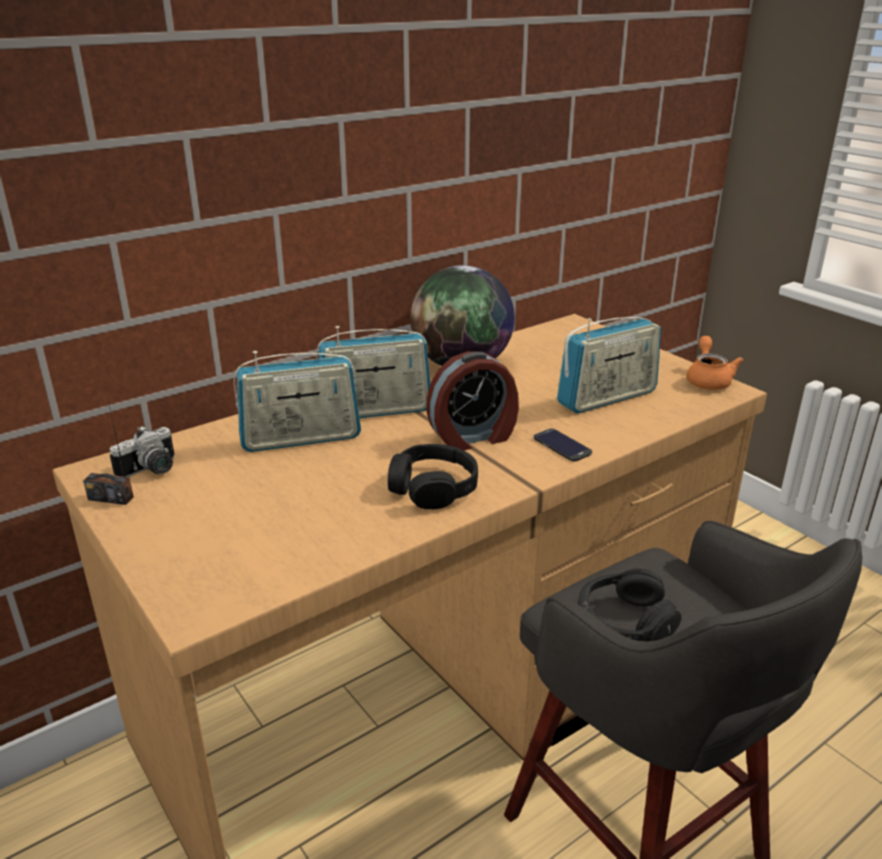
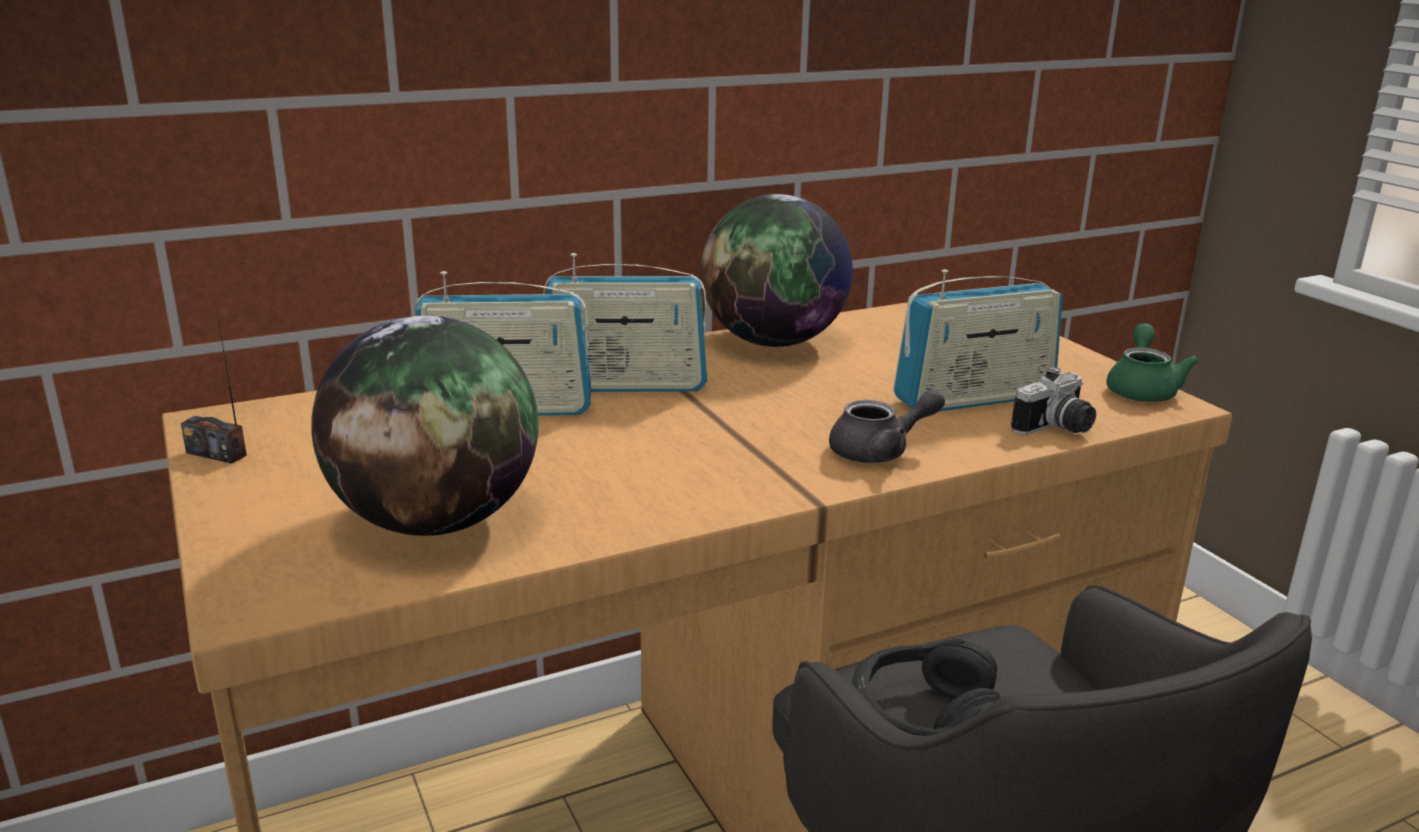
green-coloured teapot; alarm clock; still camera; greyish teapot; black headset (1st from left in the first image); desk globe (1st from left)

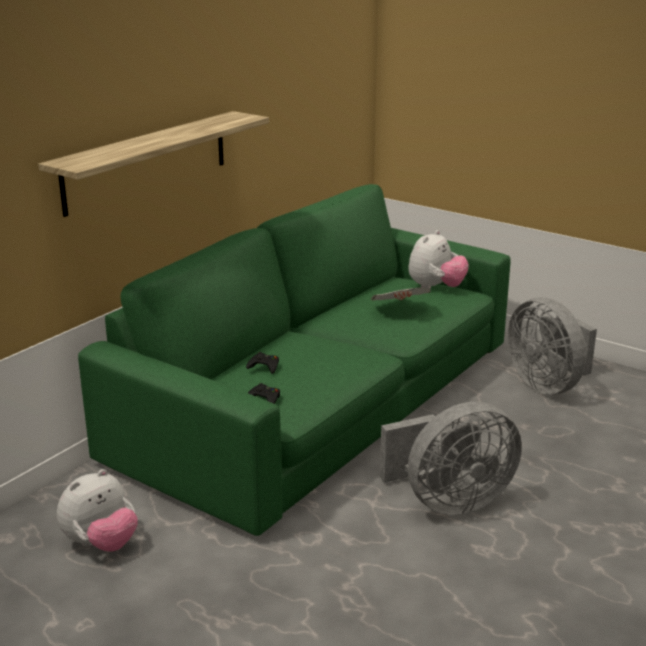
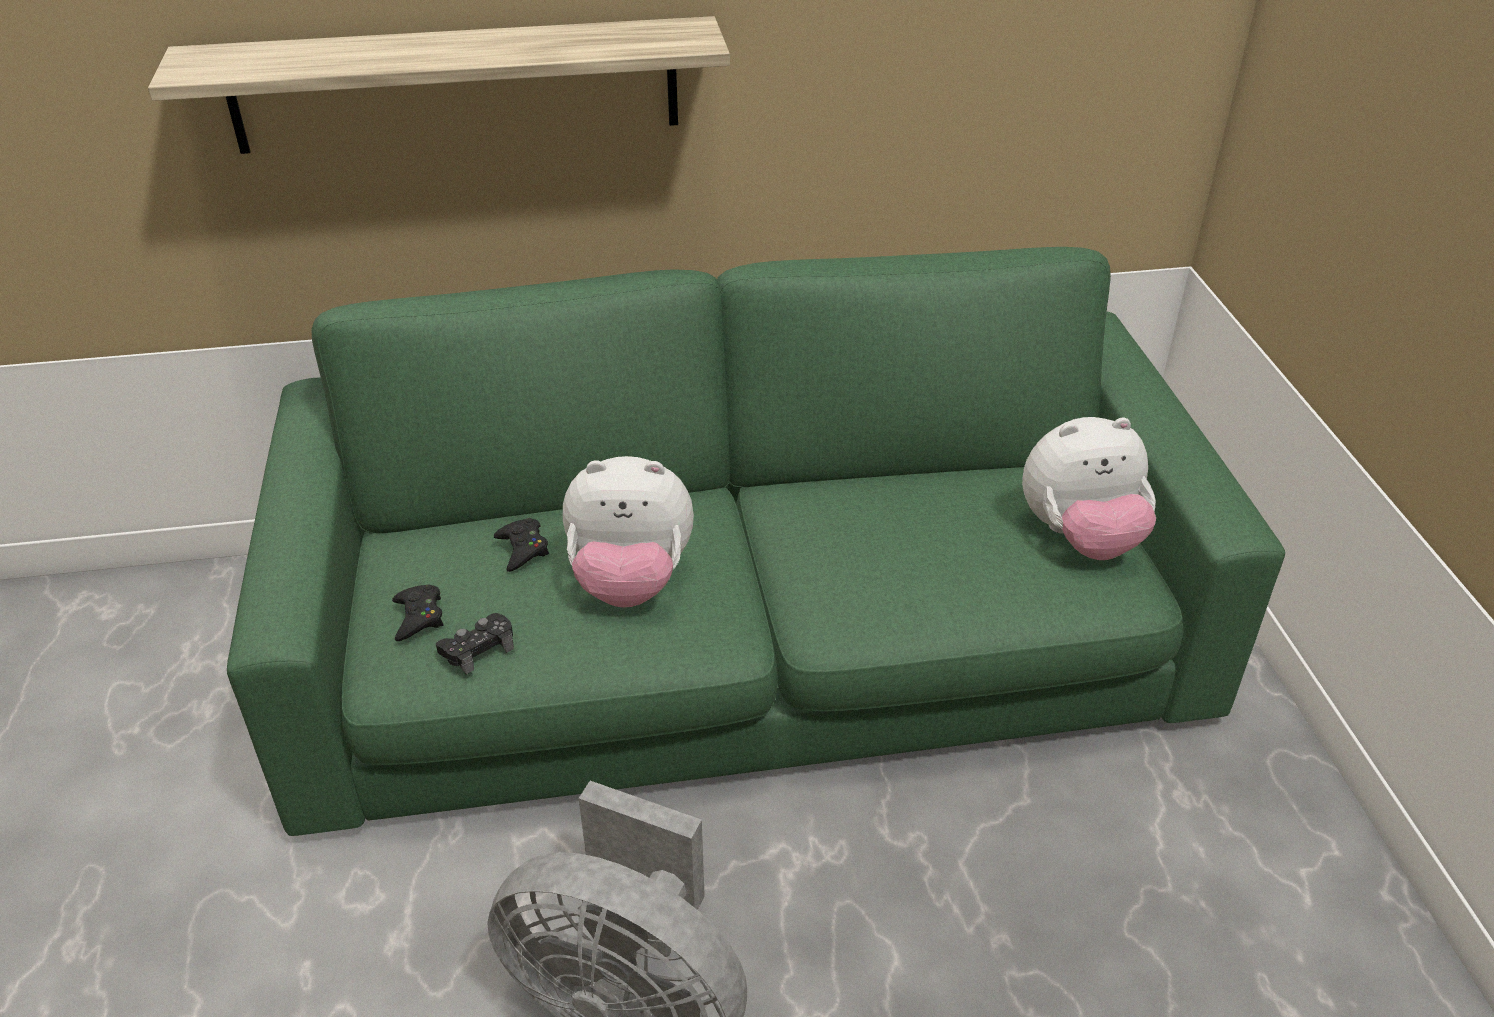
daily paper; greyish electric fan (2nd from left in the first image); soft toy (1st from left); black gamepad (2nd from left)

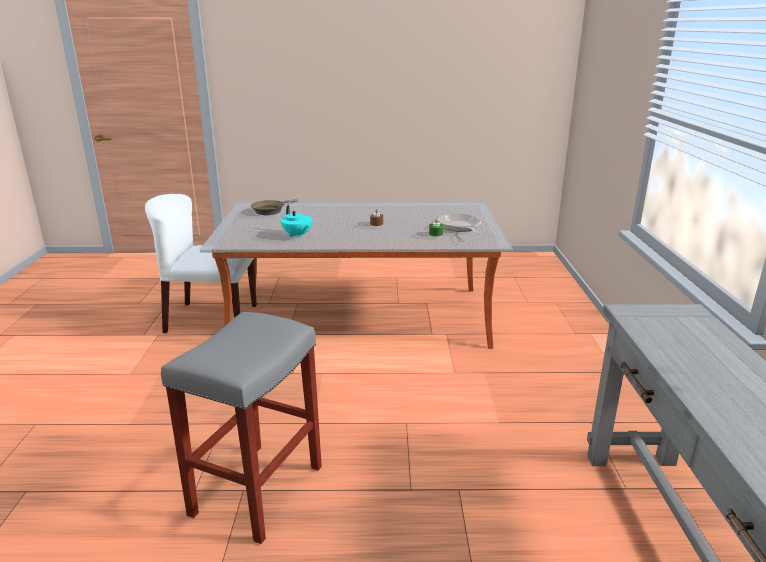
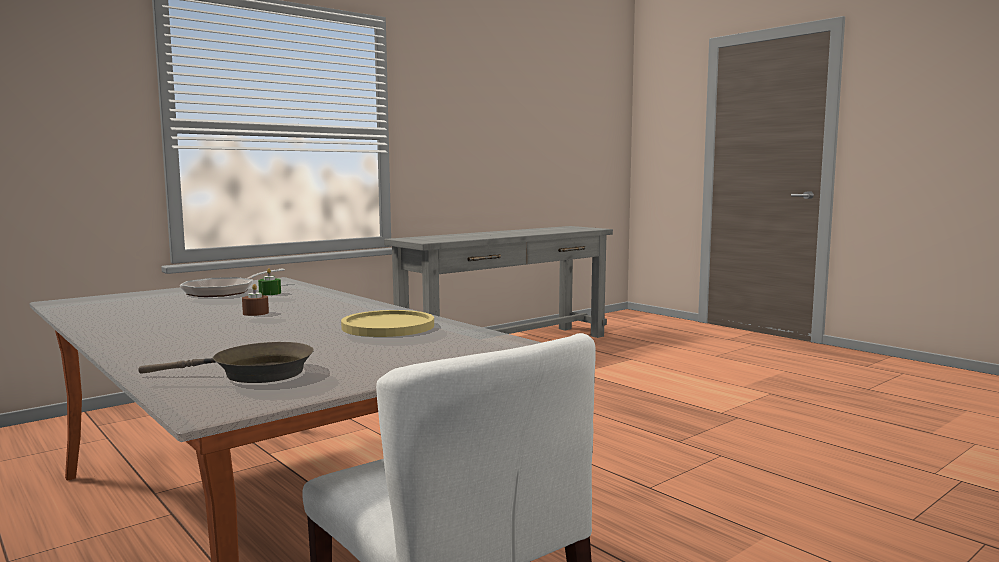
yellow-coloured plate; greyish stool

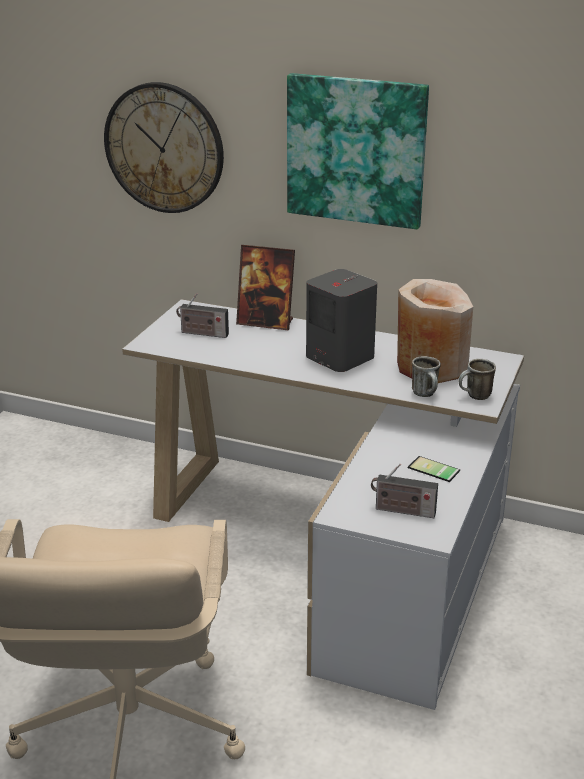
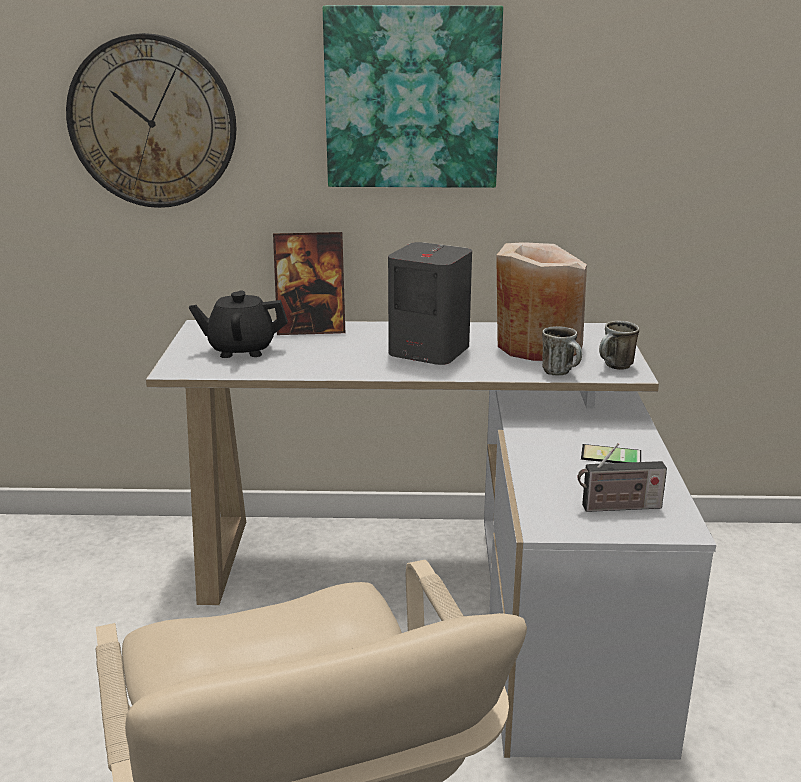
black teapot

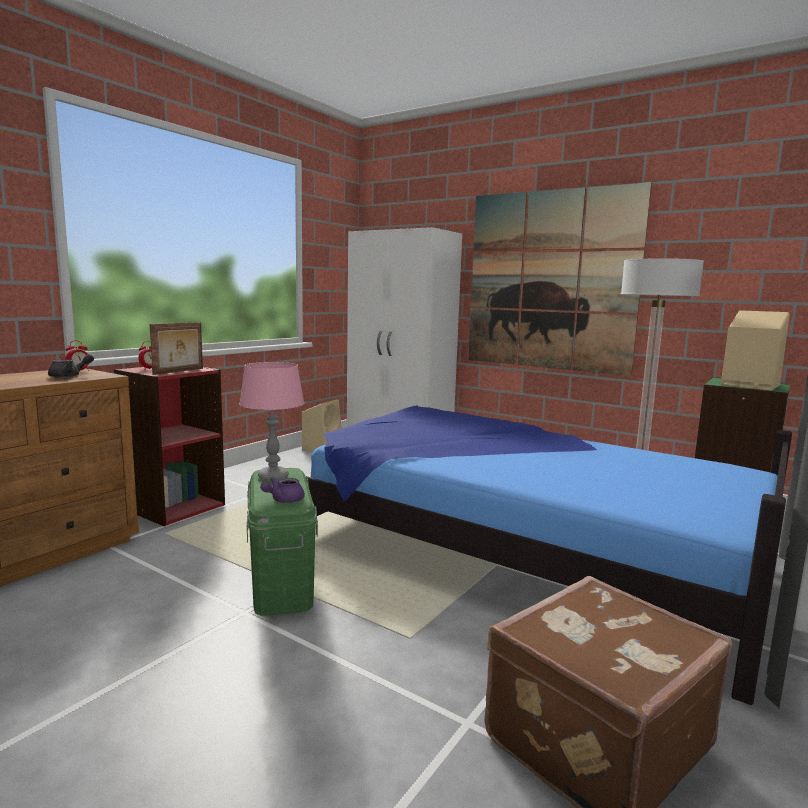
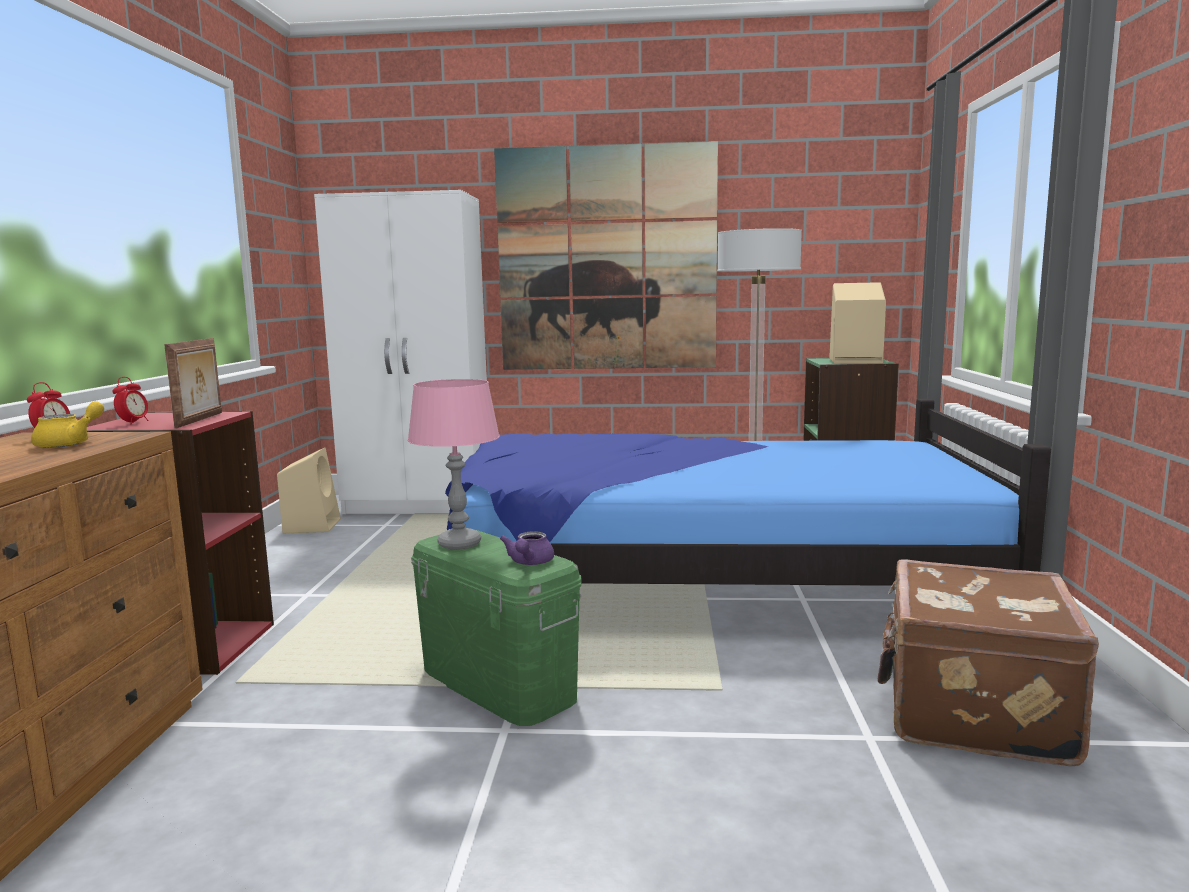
yellow-coloured teapot

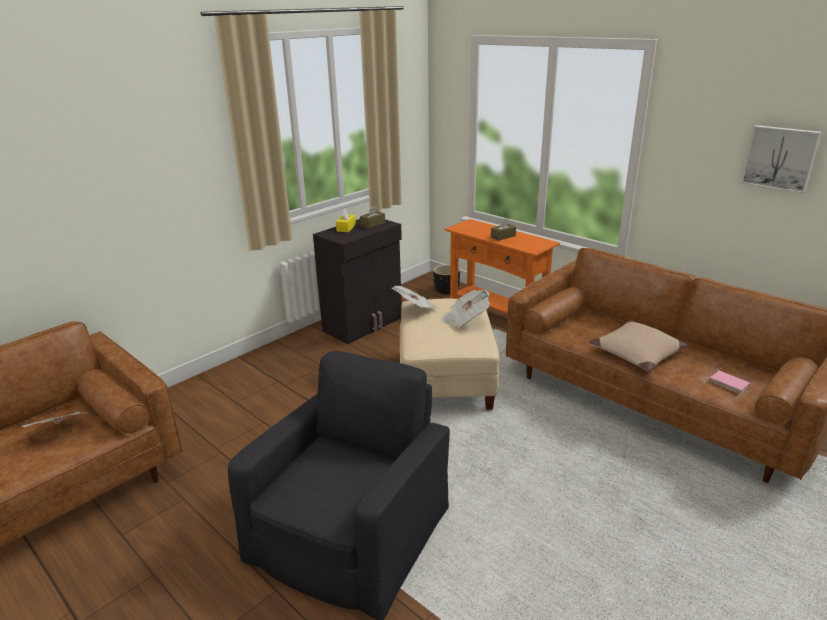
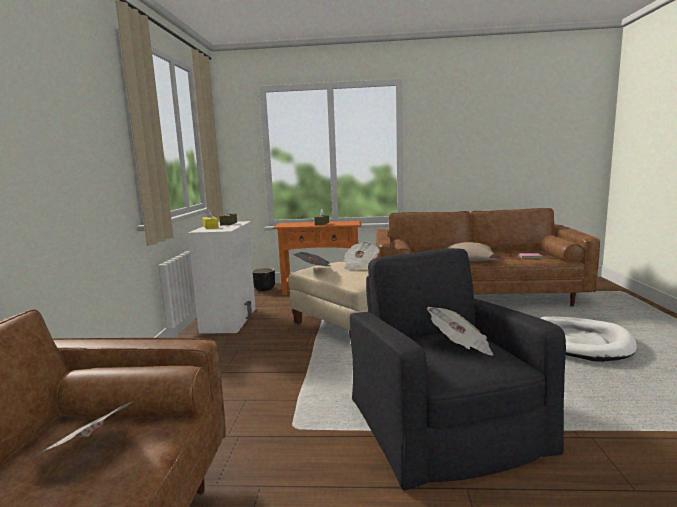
wall art; whitish cupboard; daily paper (4th from left); whitish dog cushion

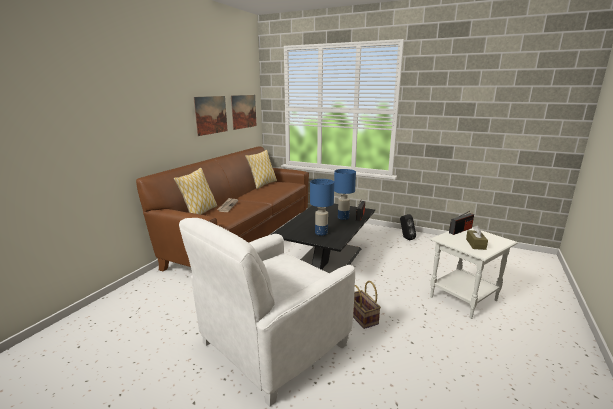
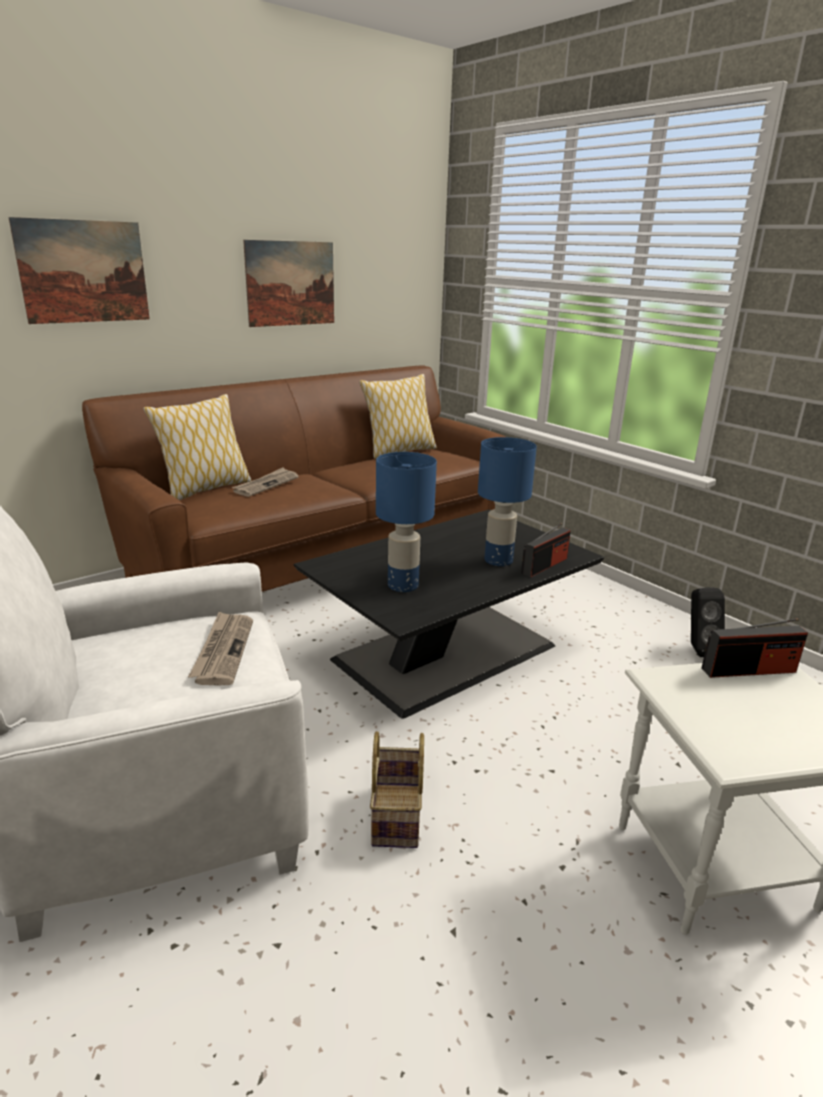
wall art (1st from left); brown tissue box; daily paper (1st from left)

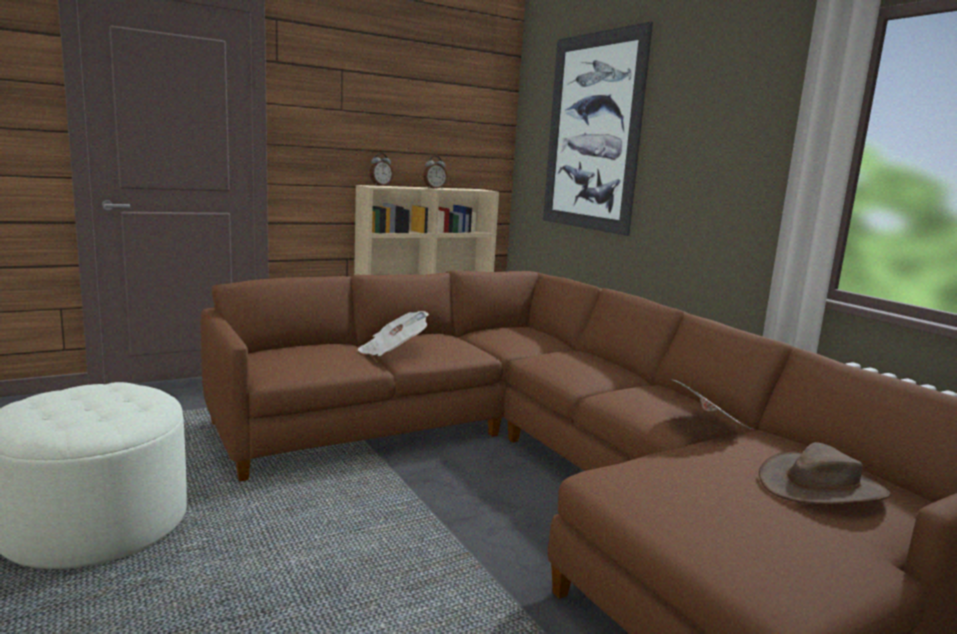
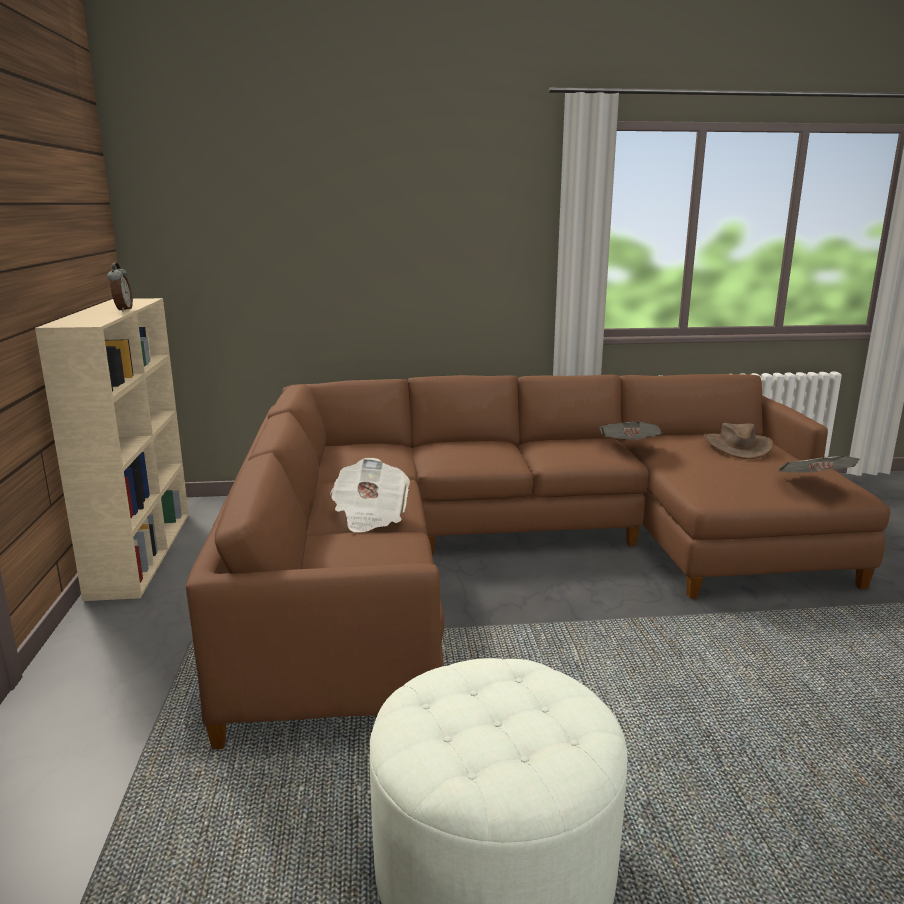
wall art; alarm clock (1st from left in the first image); daily paper (3rd from left)

